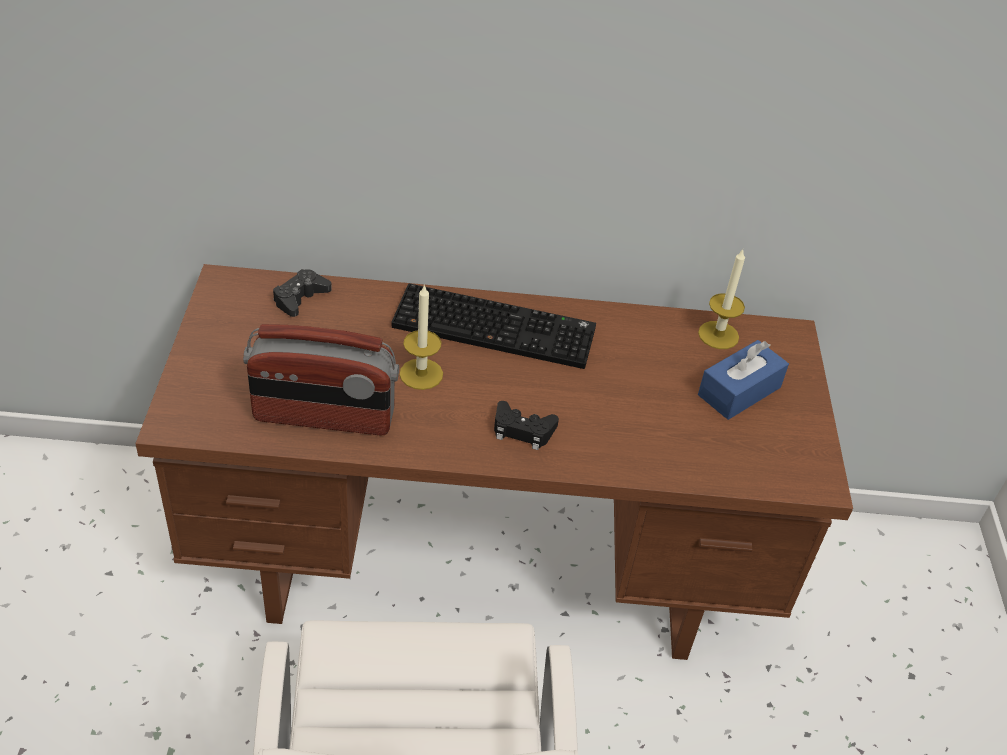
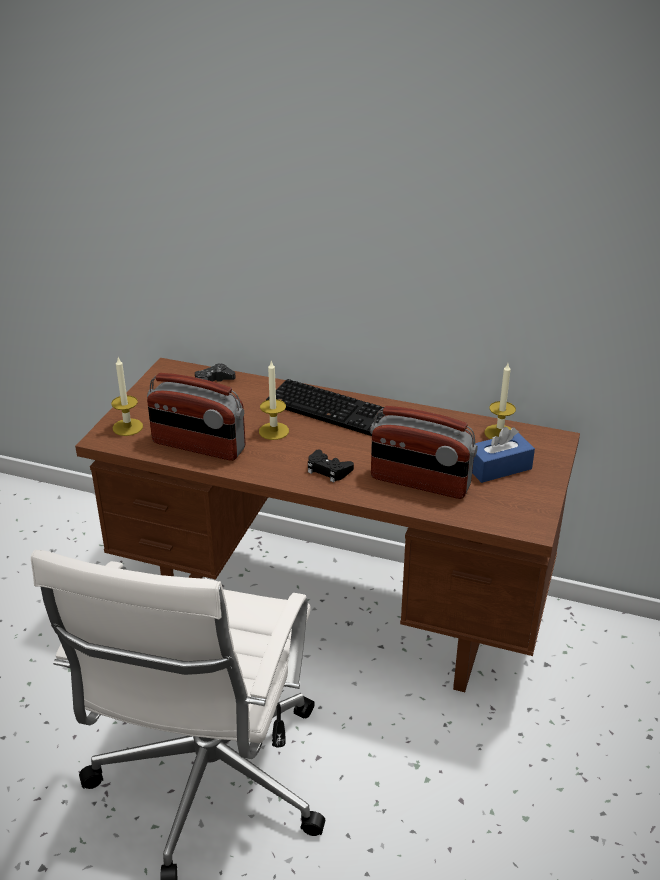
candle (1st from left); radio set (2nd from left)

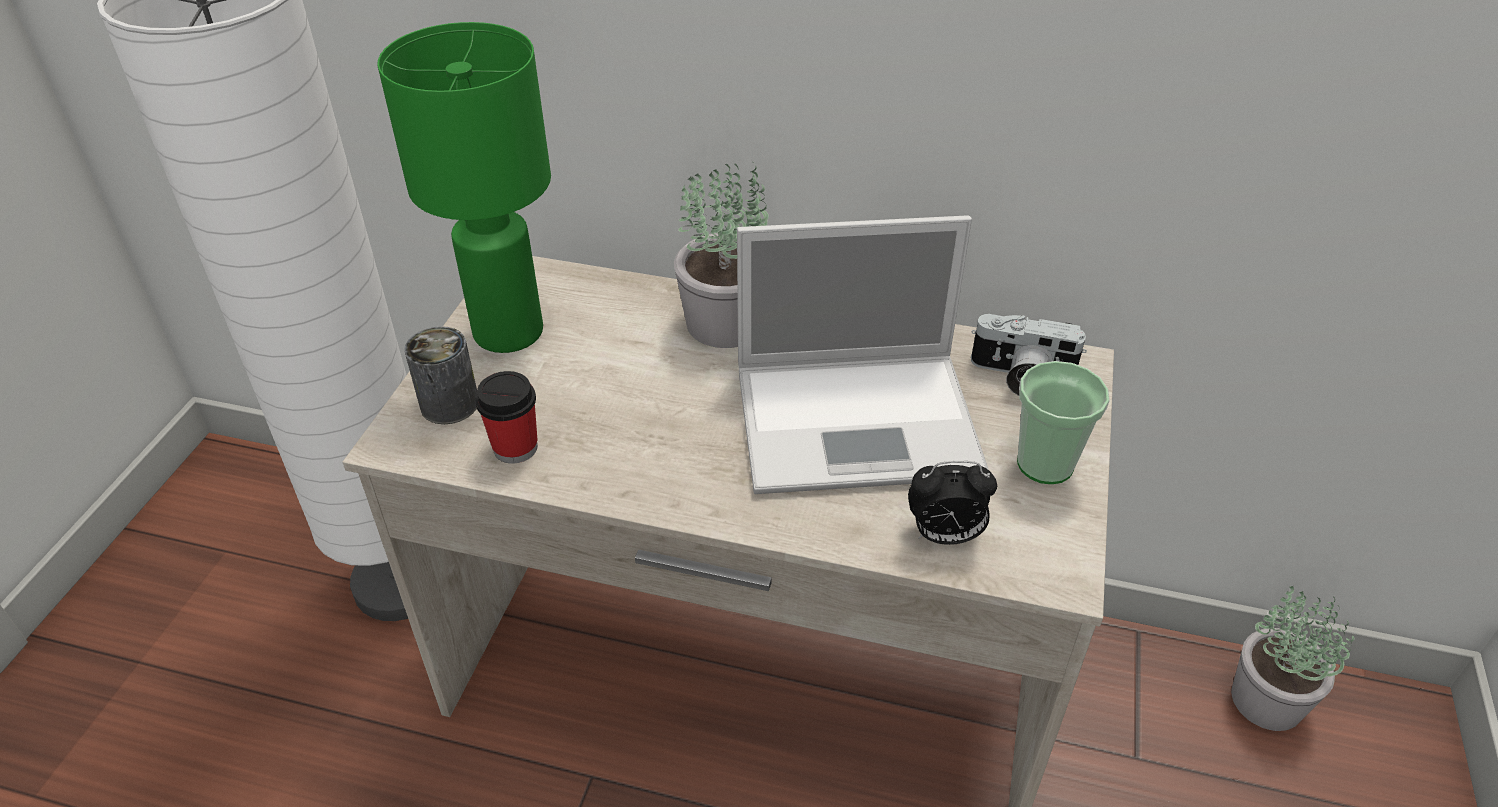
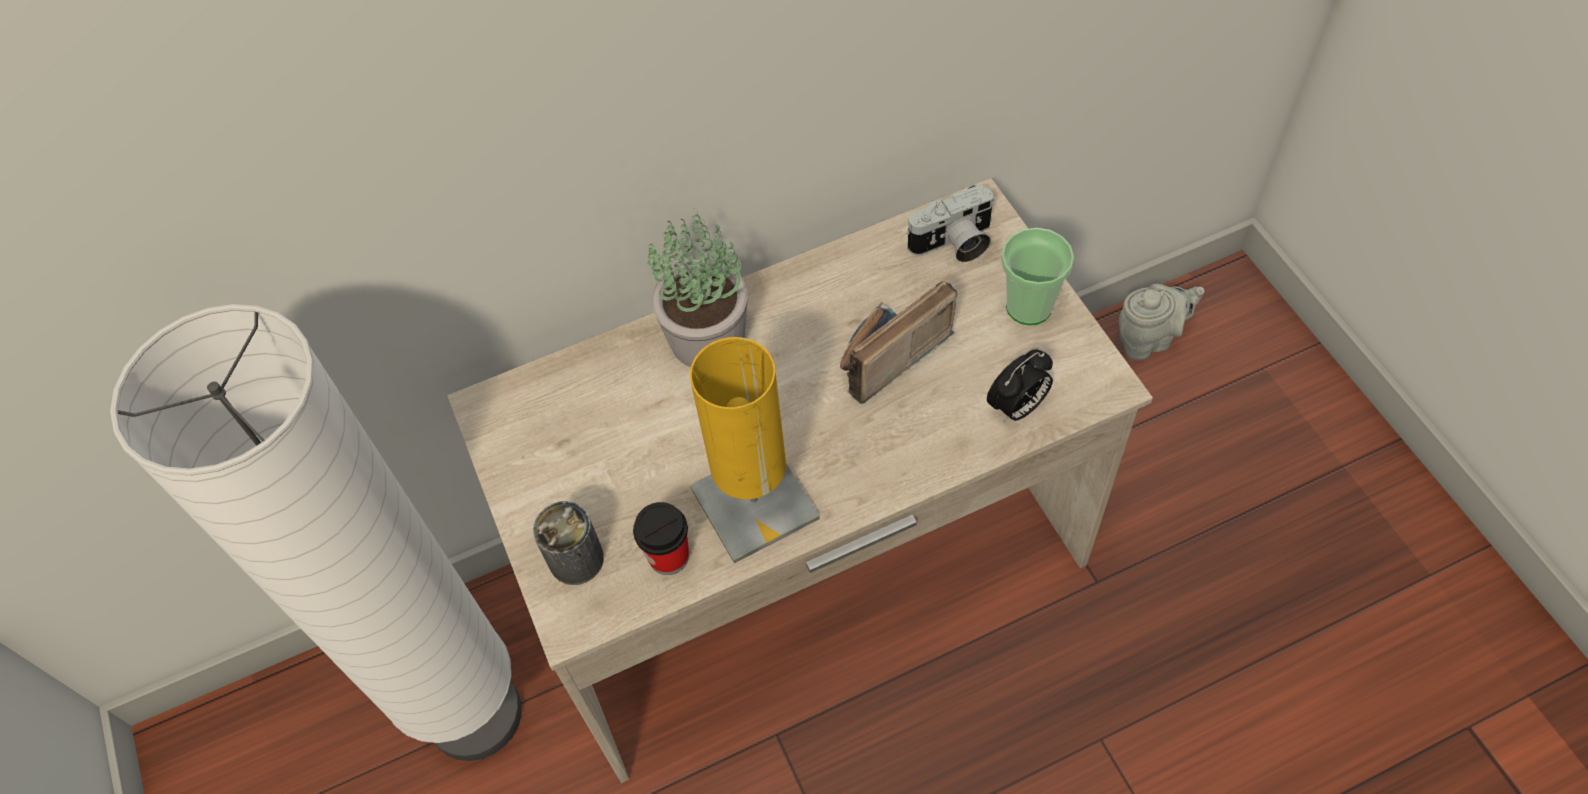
green-coloured table lamp; radio set; greyish teapot; yellow-coloured table lamp

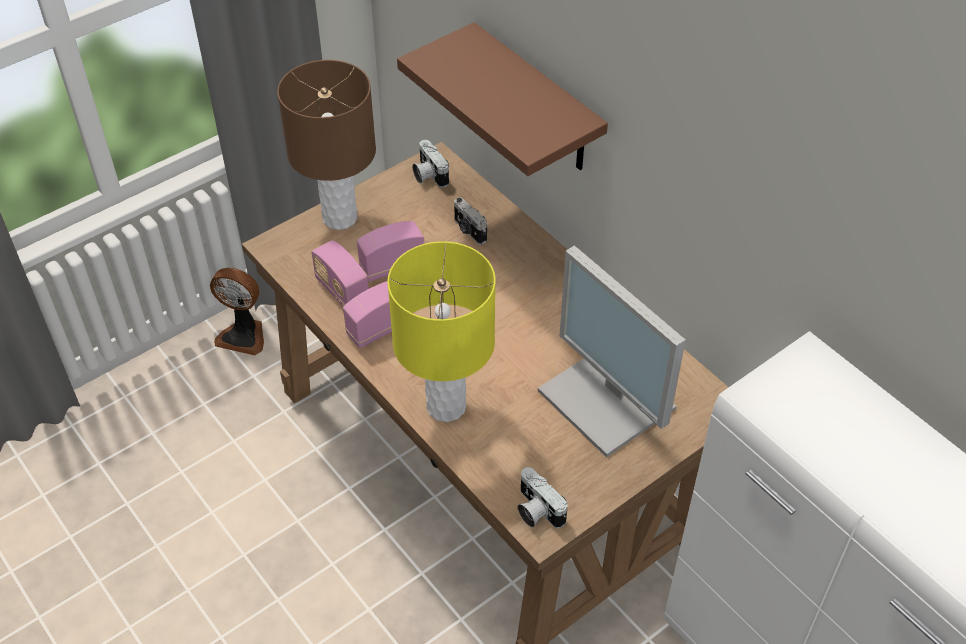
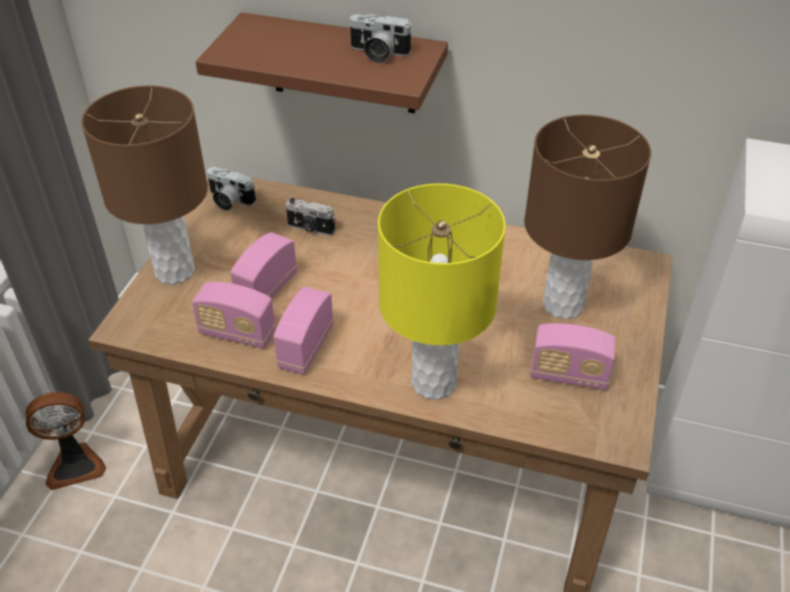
brown table lamp (2nd from left); still camera (3rd from left); radio set (4th from left)

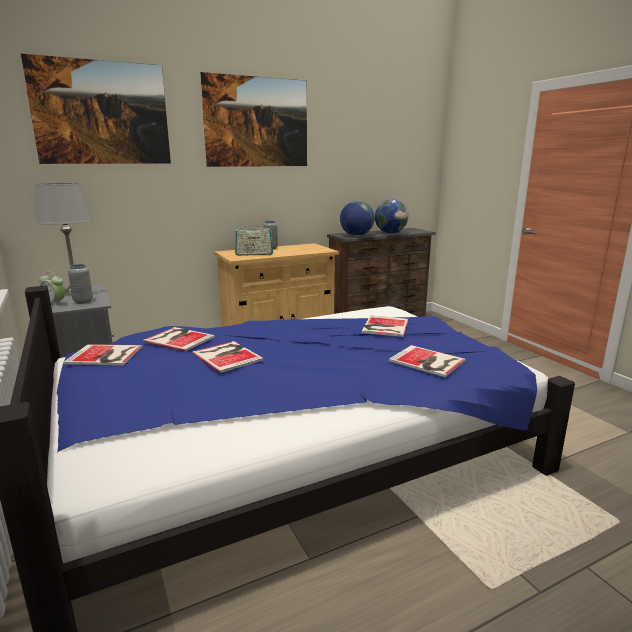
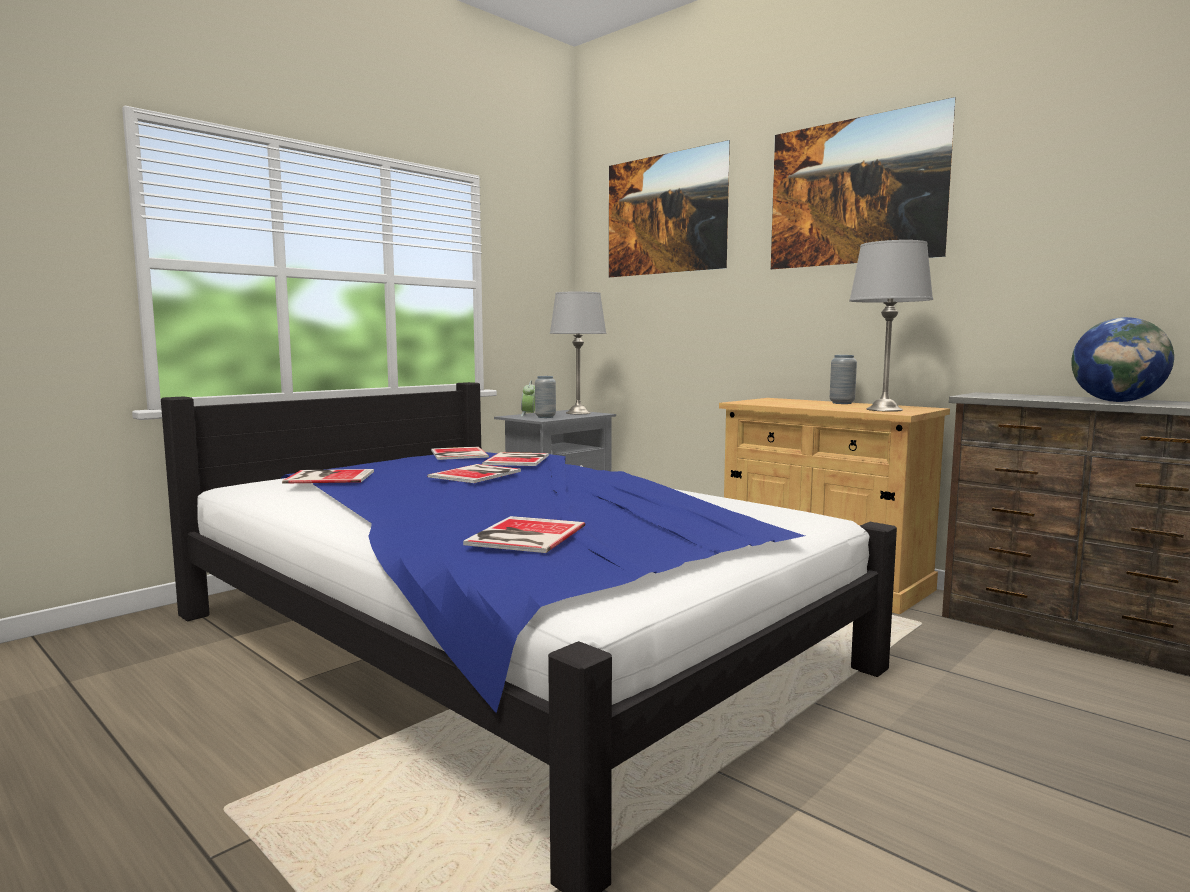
desk globe (1st from left in the first image); radio set; bound book (1st from left); greyish table lamp (2nd from left)

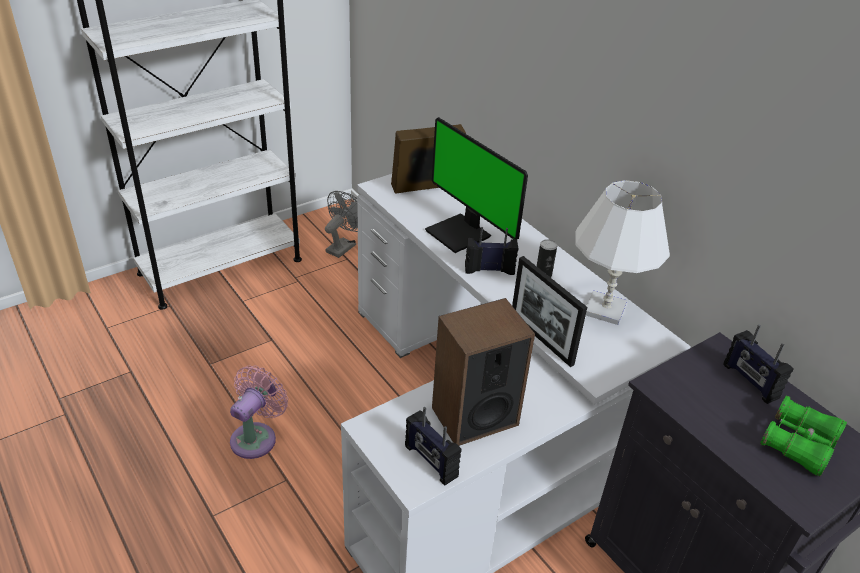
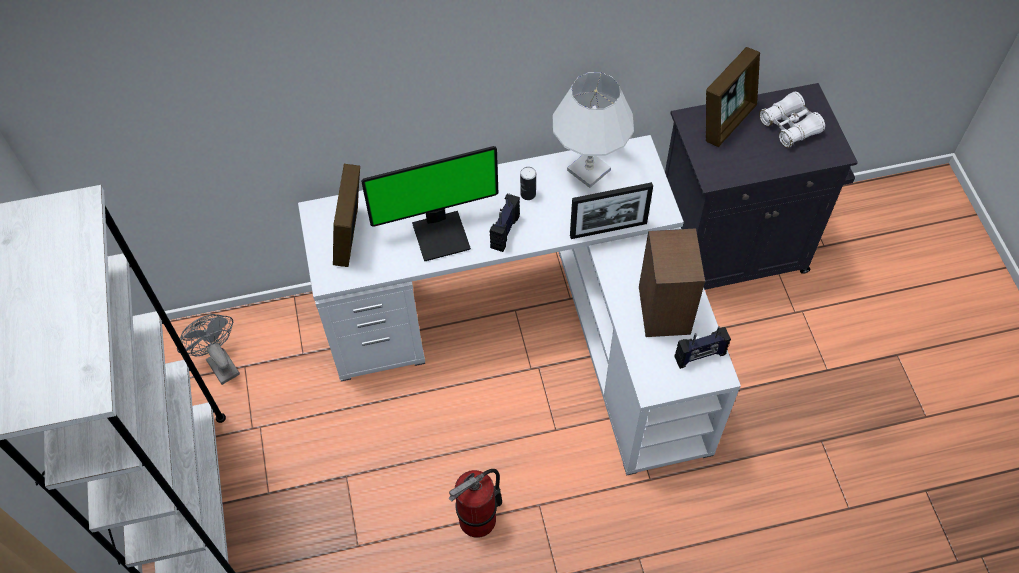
standing frame (3rd from left); fire extinguisher; whitish field glasses

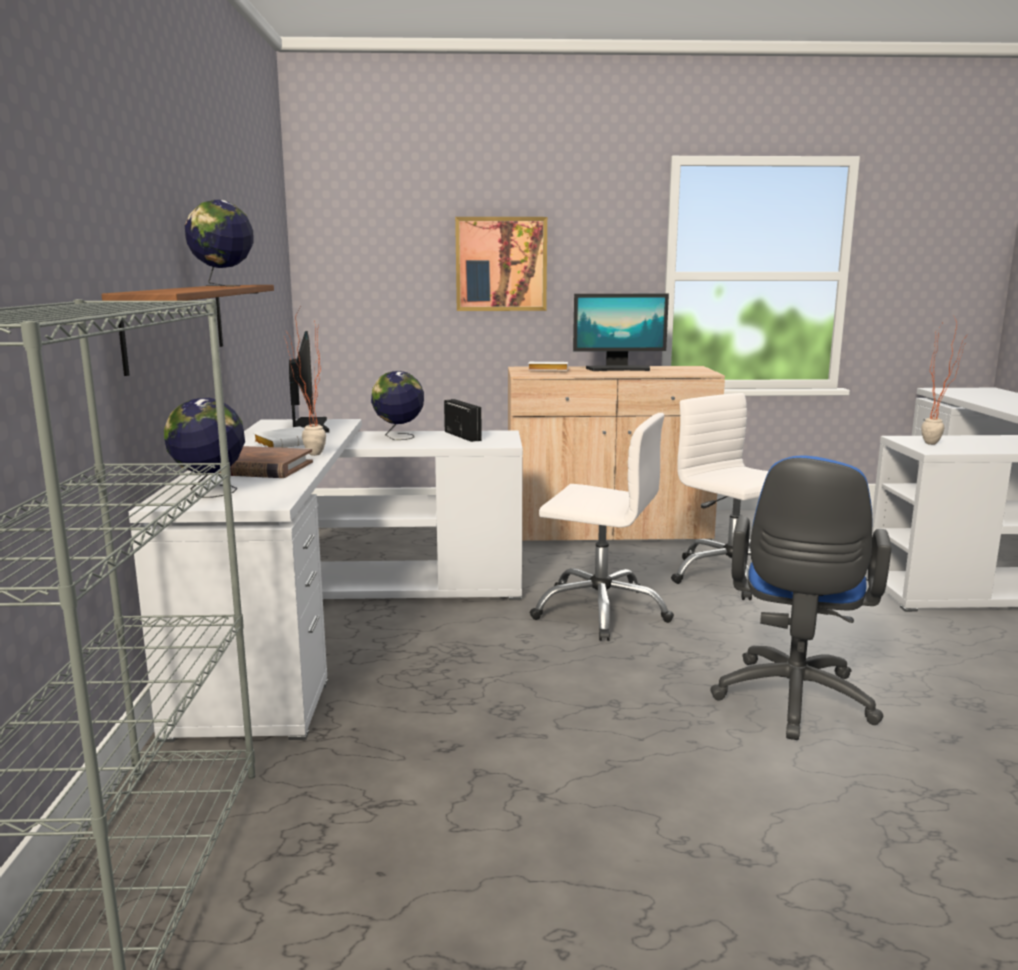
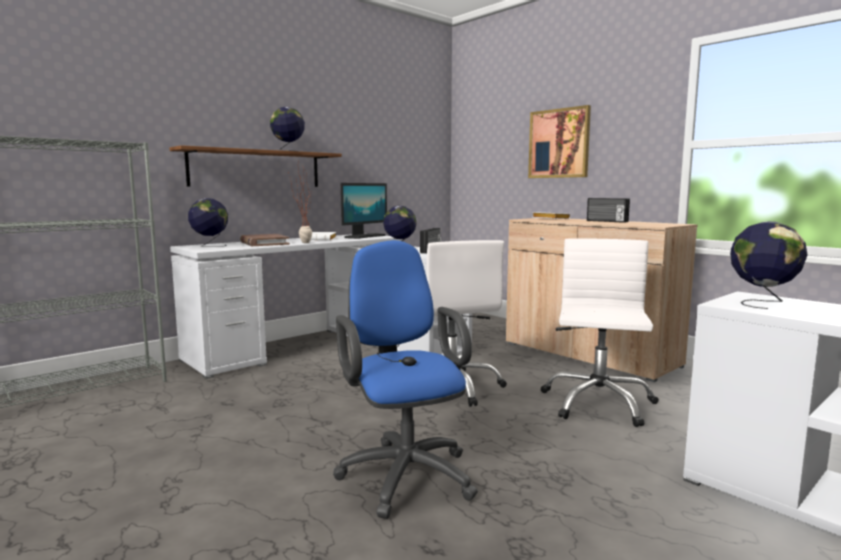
radio set (2nd from left); desk globe (4th from left); blue-coloured office chair

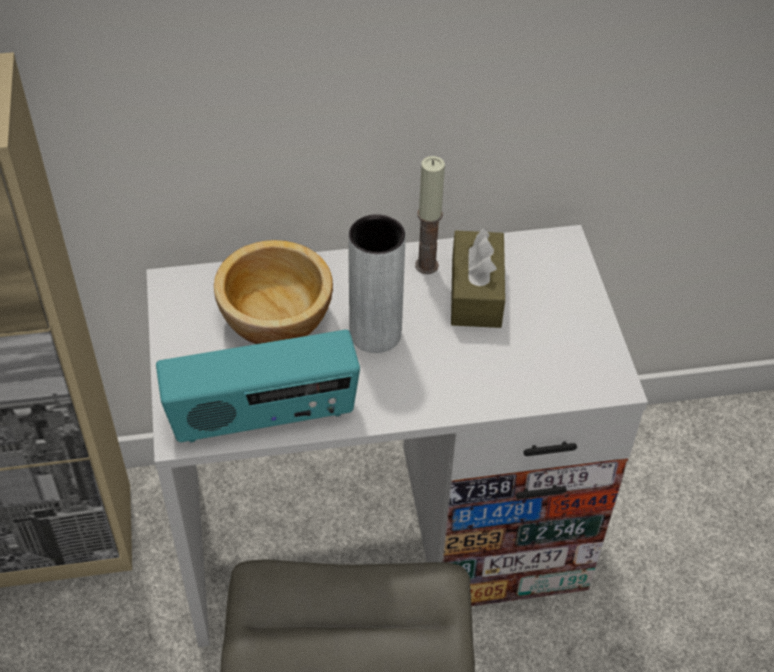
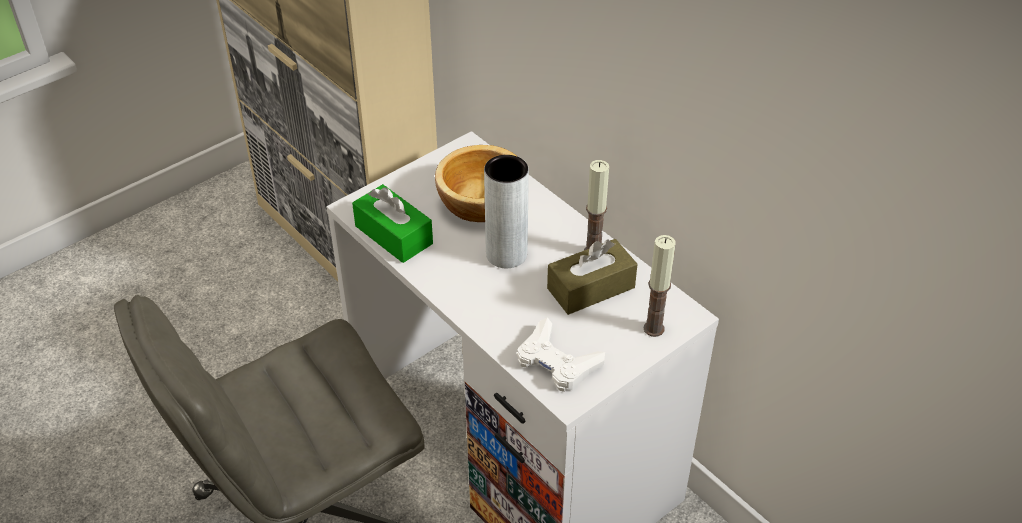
green-coloured tissue box; candle (2nd from left); whitish gamepad

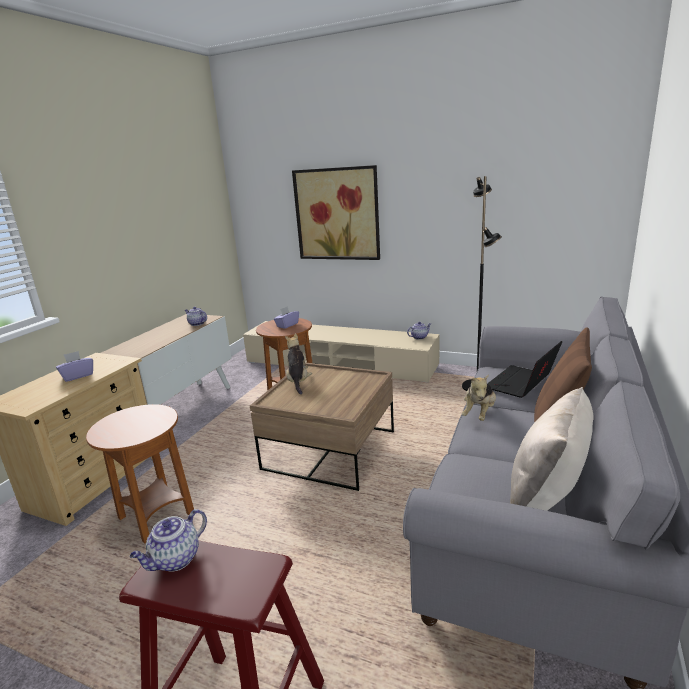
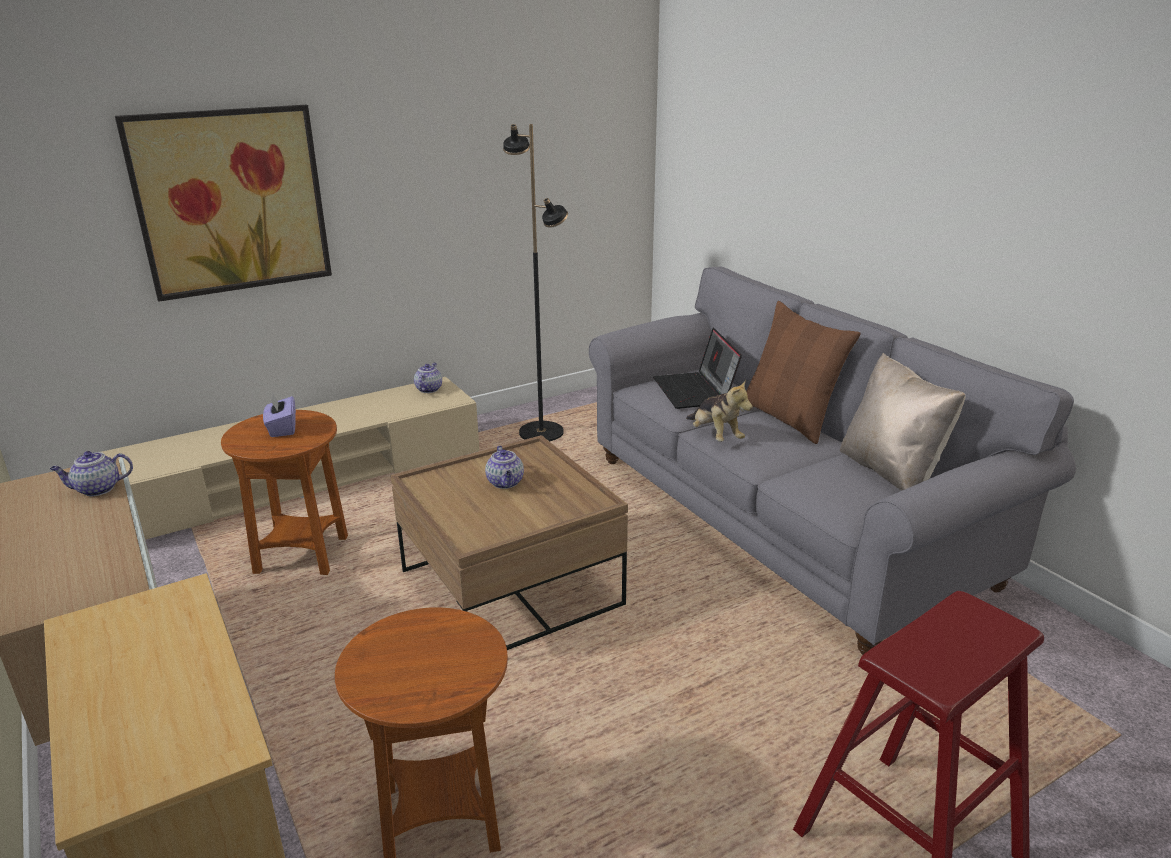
soft toy (1st from left in the first image); purple tissue box (1st from left in the first image); teapot (3rd from left)

